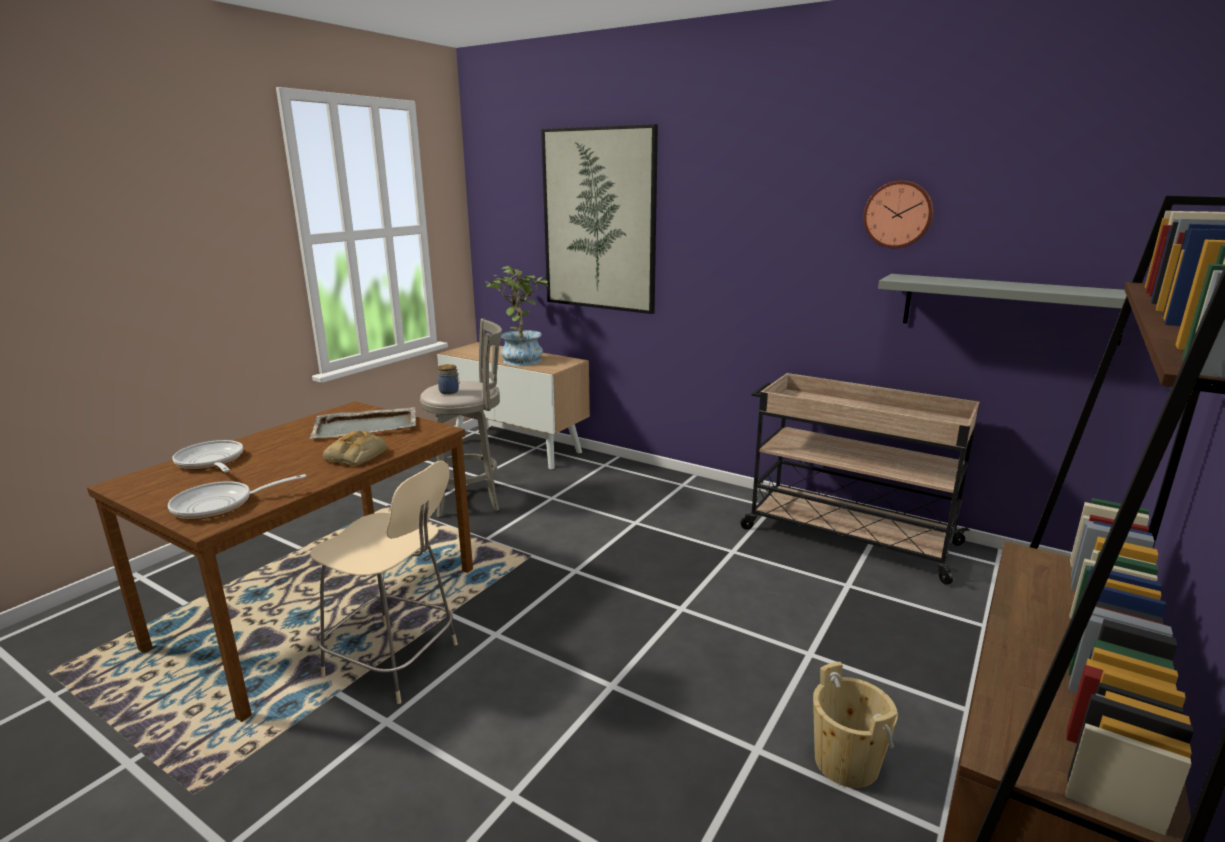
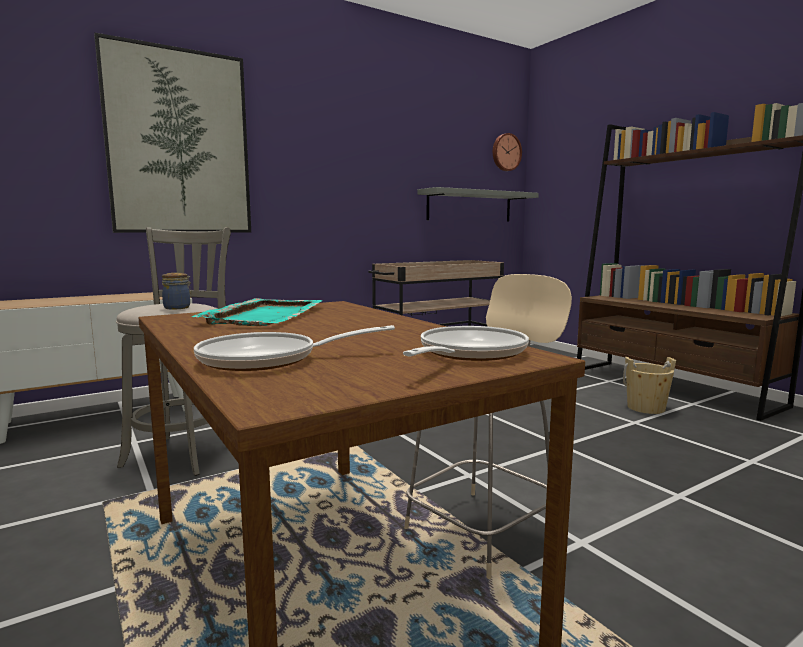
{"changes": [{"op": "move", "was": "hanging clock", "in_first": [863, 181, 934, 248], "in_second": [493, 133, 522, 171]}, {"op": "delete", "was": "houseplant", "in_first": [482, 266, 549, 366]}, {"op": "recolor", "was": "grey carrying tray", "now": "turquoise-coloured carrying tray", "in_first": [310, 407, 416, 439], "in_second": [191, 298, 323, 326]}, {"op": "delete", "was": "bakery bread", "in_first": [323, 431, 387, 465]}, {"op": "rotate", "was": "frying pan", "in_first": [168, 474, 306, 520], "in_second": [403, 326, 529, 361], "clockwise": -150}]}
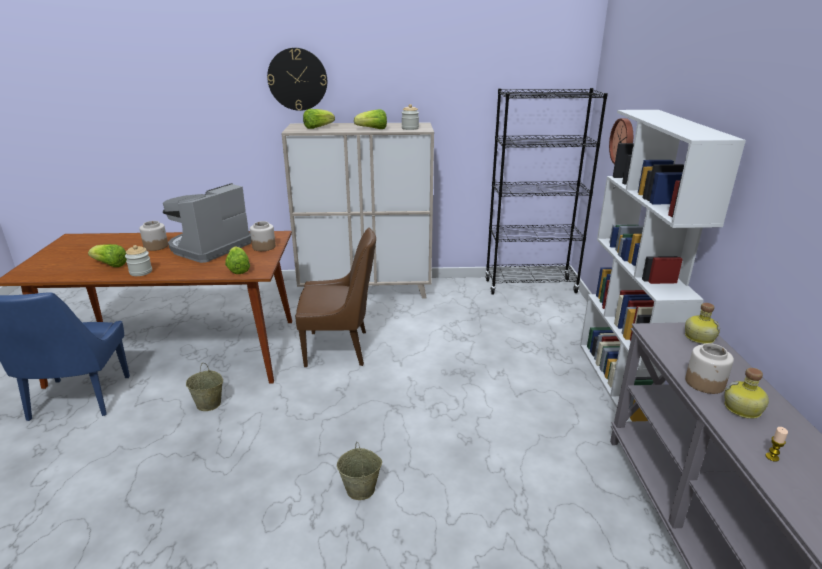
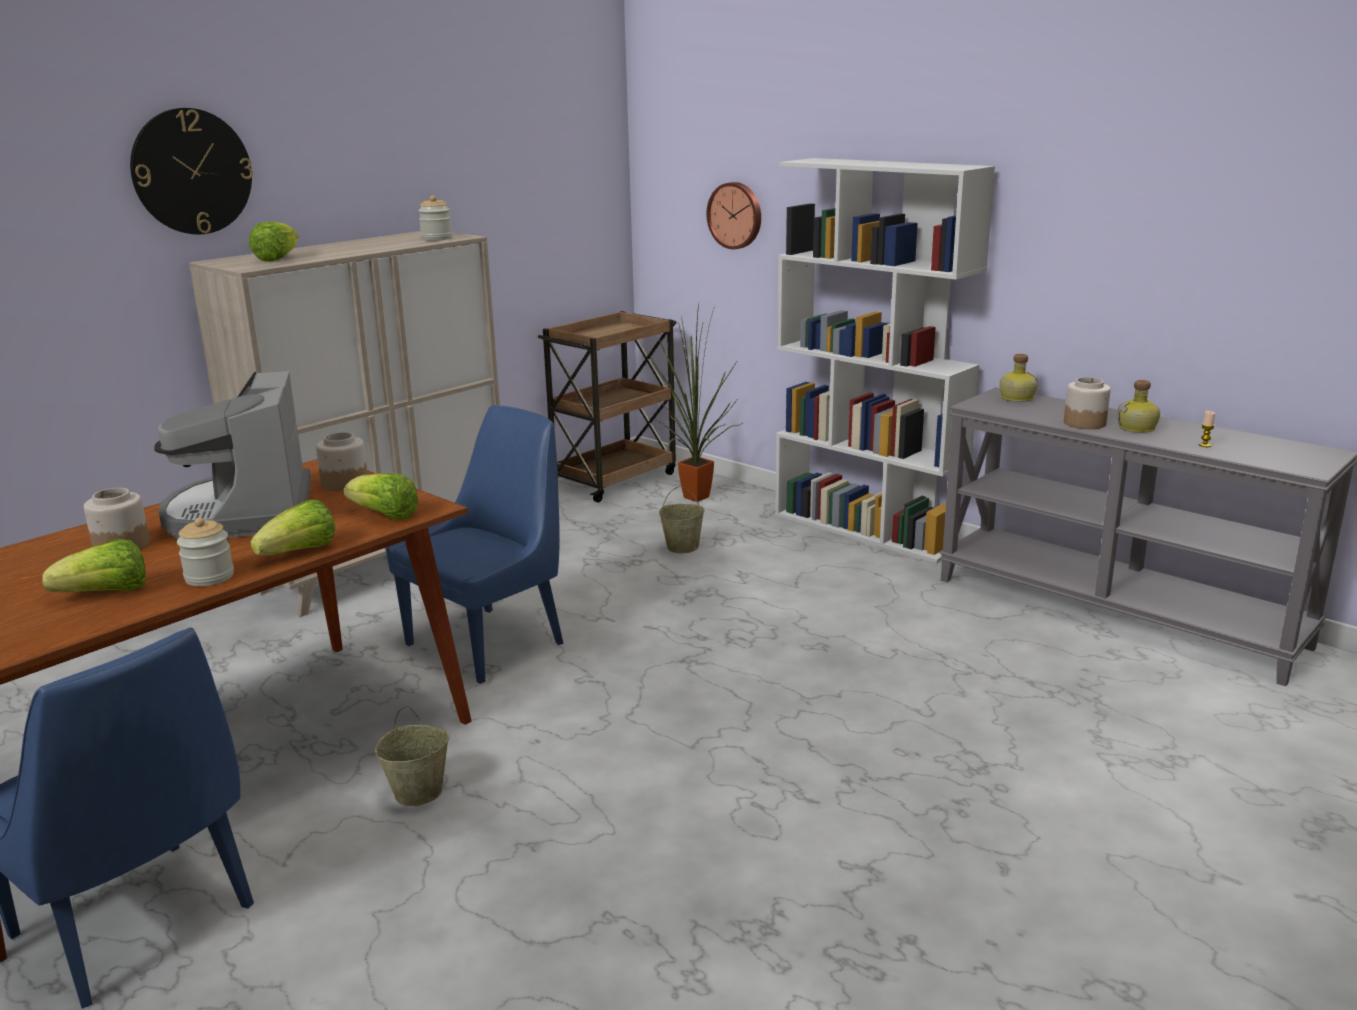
{"changes": [{"op": "replace", "was": "black-coloured bookcase", "now": "brownish cart", "in_first": [485, 88, 608, 295], "in_second": [538, 311, 677, 503]}, {"op": "move", "was": "head of lettuce", "in_first": [354, 109, 387, 129], "in_second": [250, 500, 335, 556]}, {"op": "recolor", "was": "brownish chair", "now": "blue-coloured chair", "in_first": [295, 228, 376, 367], "in_second": [386, 405, 563, 684]}, {"op": "move", "was": "sand-coloured pail", "in_first": [337, 442, 382, 500], "in_second": [659, 485, 705, 554]}, {"op": "insert", "now": "houseplant", "in_second": [641, 303, 743, 502]}]}
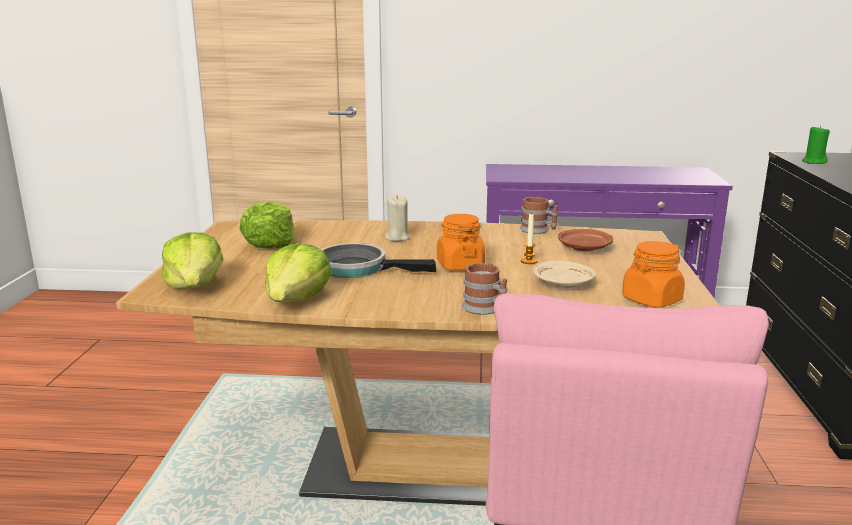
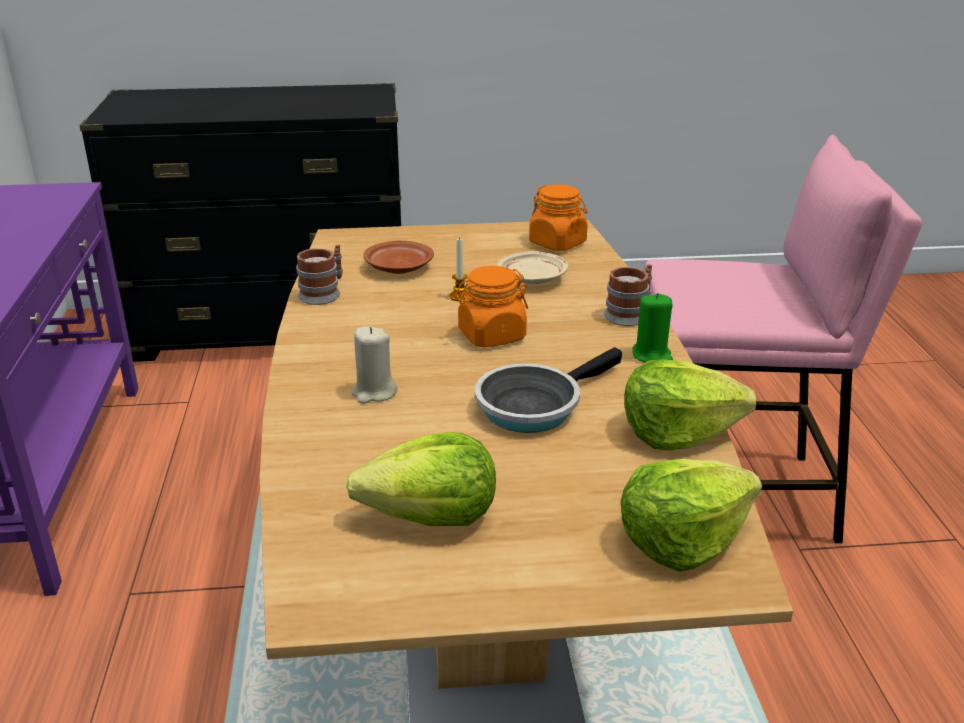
{"changes": [{"op": "move", "was": "greenish candle", "in_first": [802, 125, 830, 164], "in_second": [632, 293, 673, 362]}, {"op": "rotate", "was": "frying pan", "in_first": [321, 243, 436, 278], "in_second": [475, 347, 622, 433], "clockwise": 45}]}
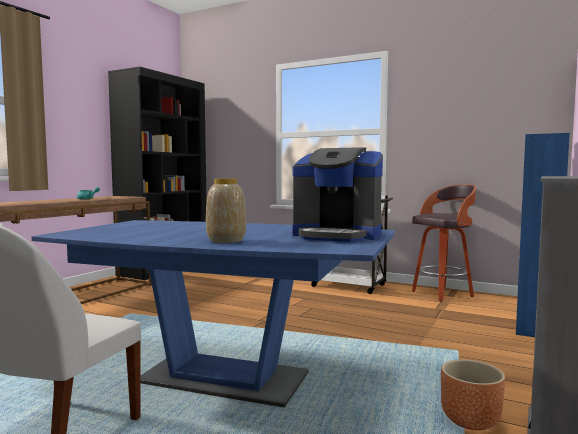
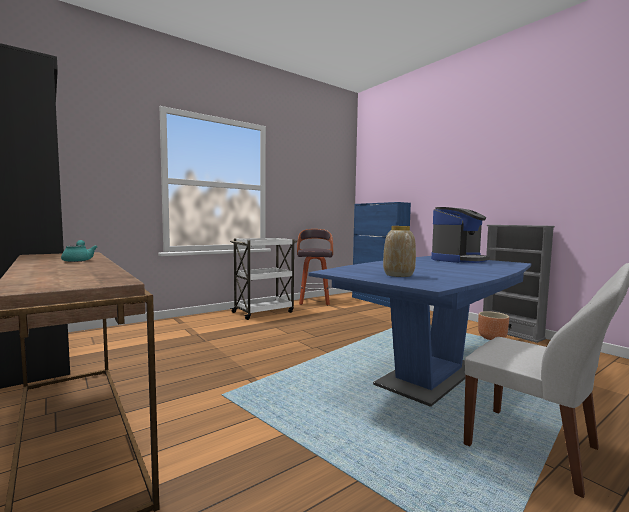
{"changes": [{"op": "move", "was": "decorative vase", "in_first": [206, 179, 246, 243], "in_second": [383, 226, 416, 277]}]}
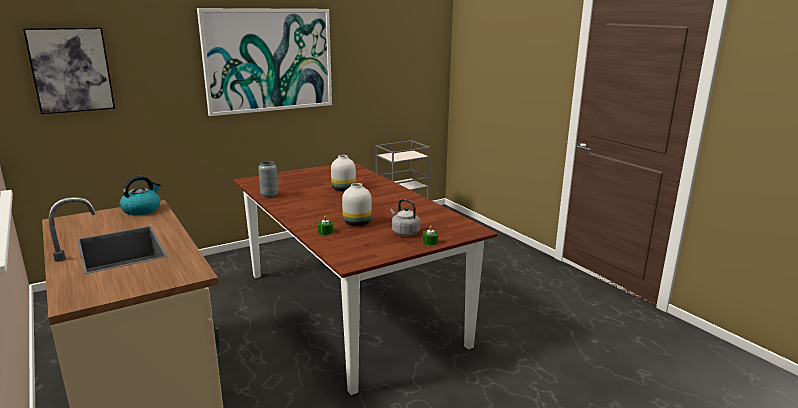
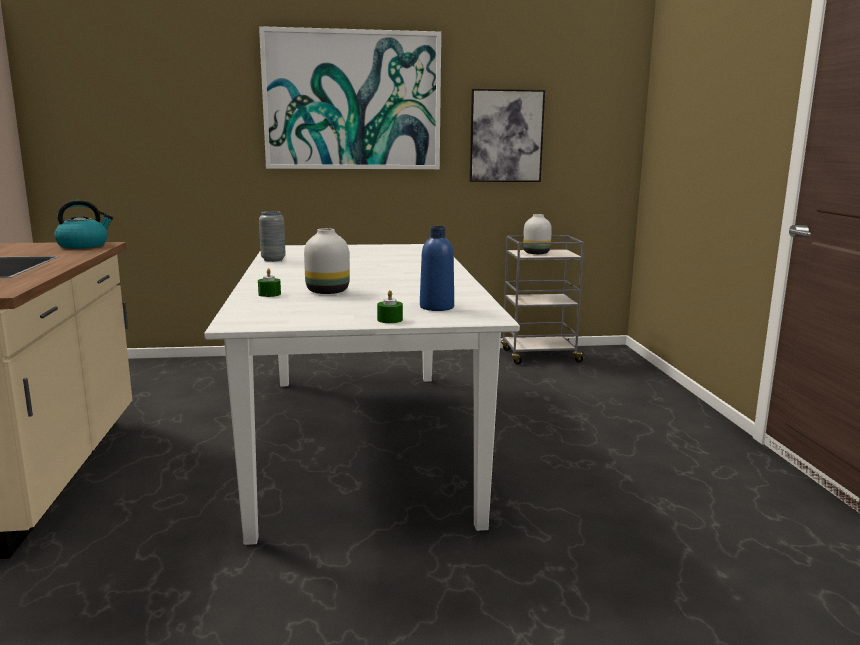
{"changes": [{"op": "move", "was": "picture", "in_first": [23, 27, 115, 114], "in_second": [470, 89, 545, 182]}, {"op": "move", "was": "whitish decorative vase", "in_first": [331, 155, 356, 191], "in_second": [523, 214, 552, 254]}, {"op": "recolor", "was": "brownish dining table", "now": "whitish dining table", "in_first": [233, 162, 497, 395], "in_second": [204, 244, 520, 545]}, {"op": "delete", "was": "grey tea kettle", "in_first": [390, 199, 420, 236]}, {"op": "insert", "now": "blue-coloured bottle", "in_second": [420, 226, 454, 311]}]}
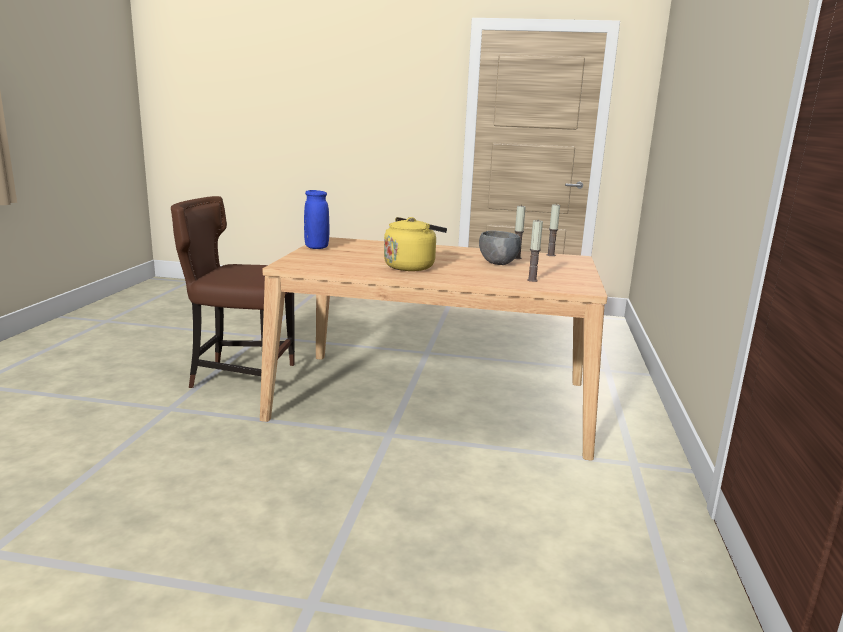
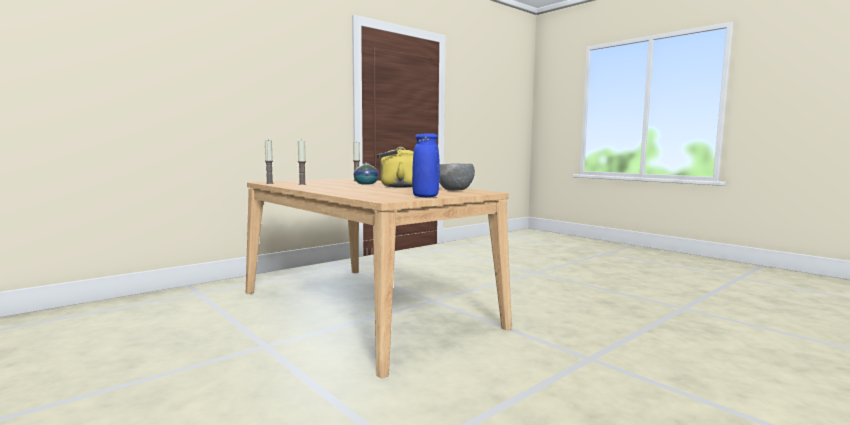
{"changes": [{"op": "delete", "was": "brownish chair", "in_first": [171, 196, 295, 388]}, {"op": "move", "was": "grey deep dish", "in_first": [479, 230, 521, 265], "in_second": [439, 163, 475, 190]}, {"op": "insert", "now": "decorative vase", "in_second": [354, 163, 379, 185]}]}
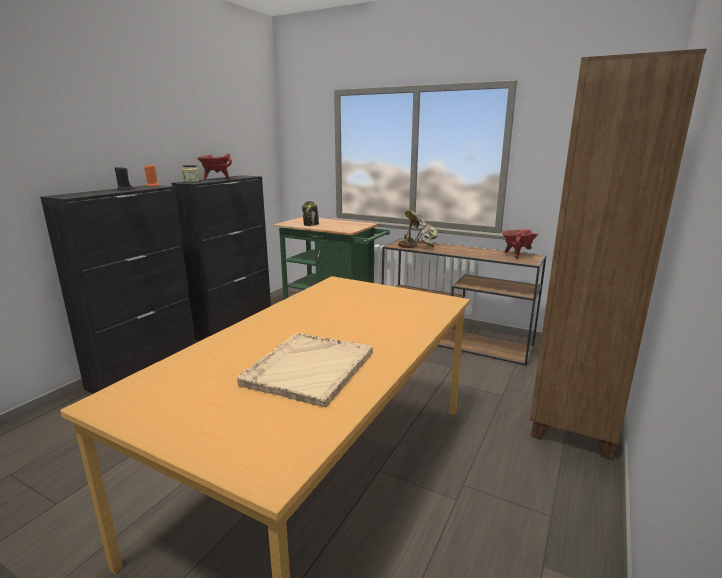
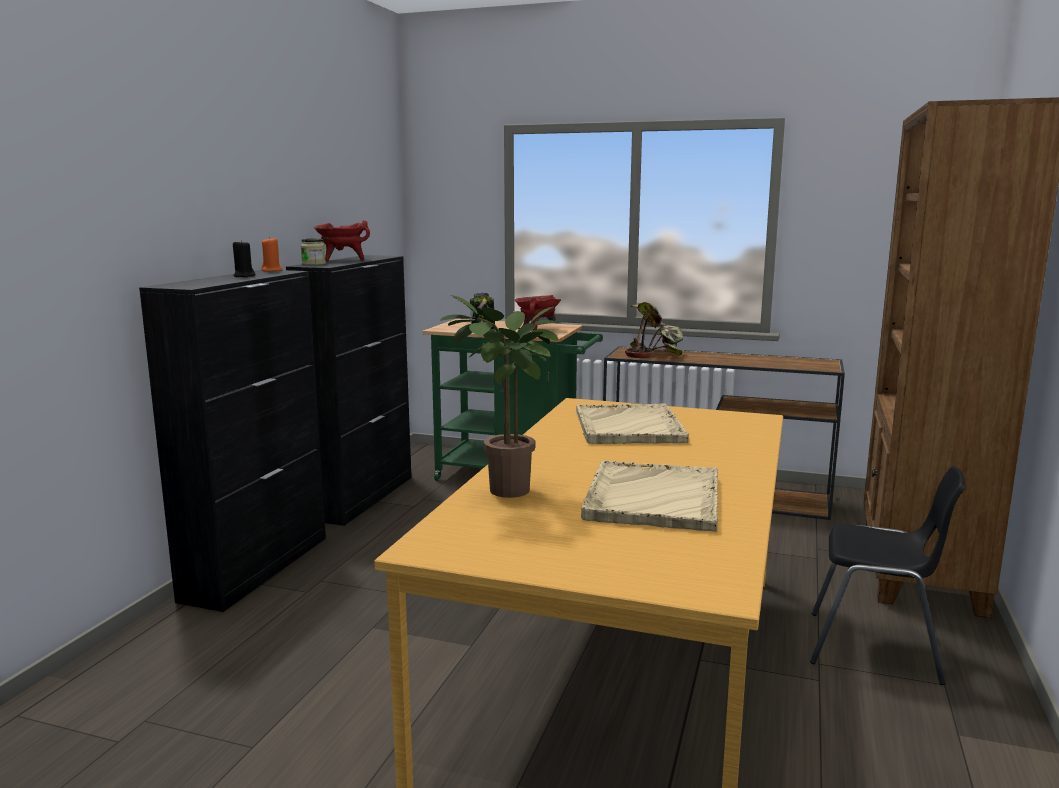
{"changes": [{"op": "move", "was": "reddish saucepot", "in_first": [502, 229, 538, 259], "in_second": [515, 295, 561, 331]}, {"op": "insert", "now": "houseplant", "in_second": [440, 295, 560, 498]}, {"op": "insert", "now": "sand-coloured carrying tray", "in_second": [576, 403, 689, 444]}, {"op": "insert", "now": "black-coloured chair", "in_second": [810, 466, 966, 685]}]}
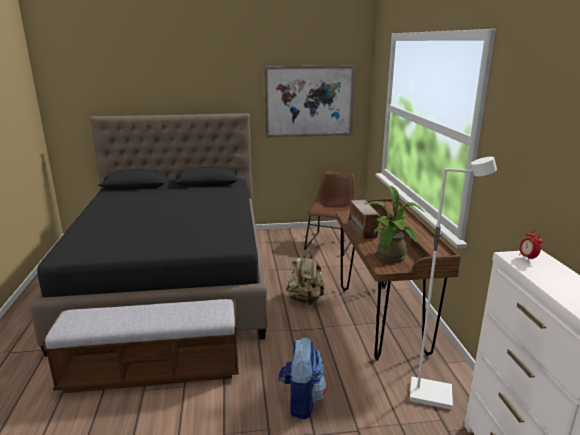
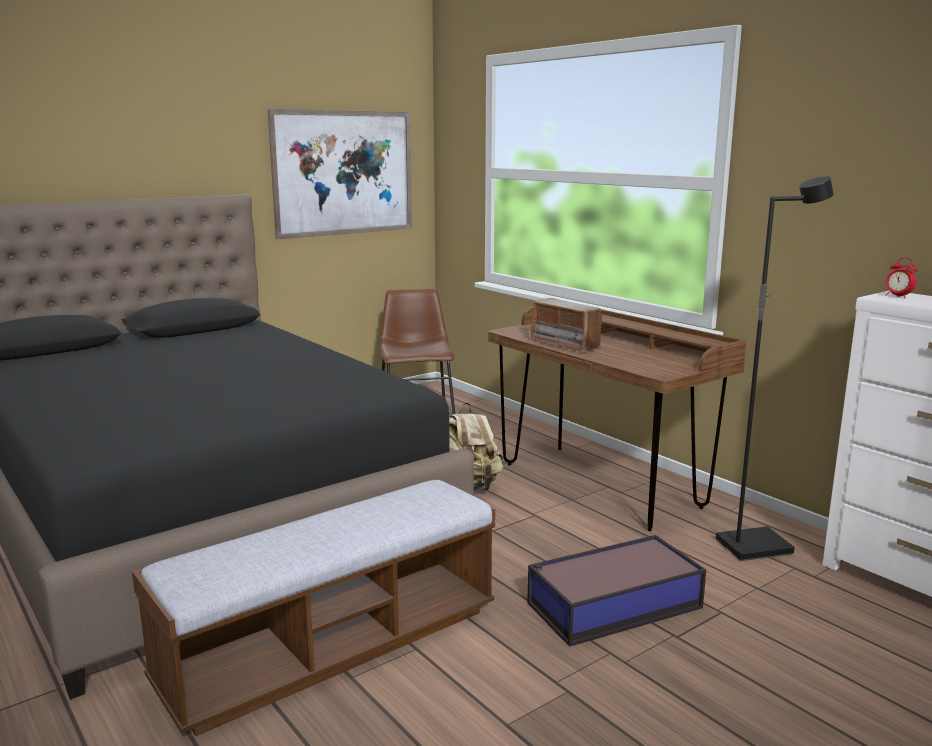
{"changes": [{"op": "recolor", "was": "whitish standing lamp", "now": "black-coloured standing lamp", "in_first": [410, 157, 497, 409], "in_second": [716, 176, 834, 561]}, {"op": "delete", "was": "houseplant", "in_first": [364, 186, 425, 262]}, {"op": "replace", "was": "knapsack", "now": "storage box", "in_first": [278, 338, 327, 419], "in_second": [527, 535, 706, 647]}]}
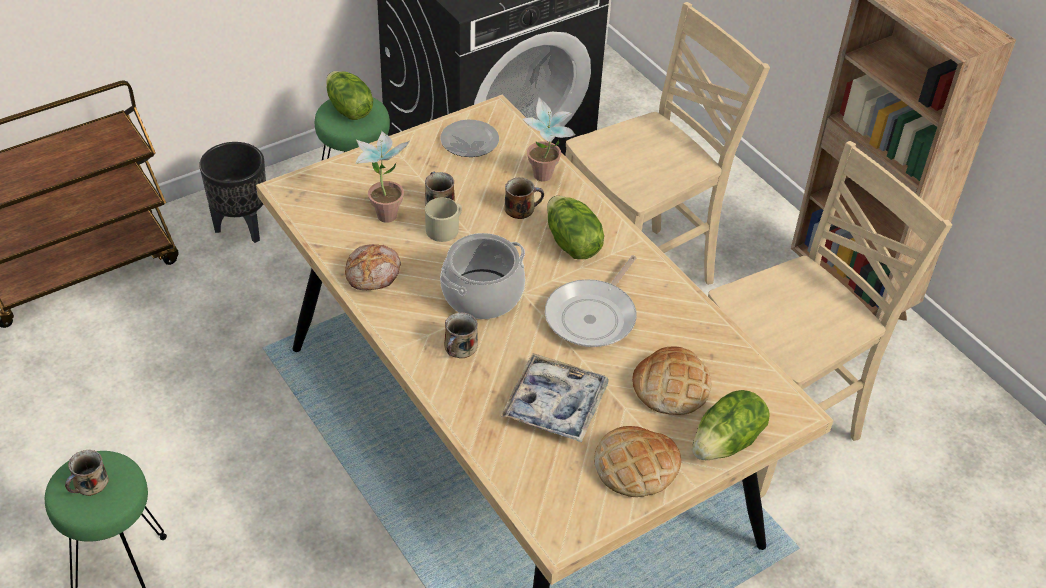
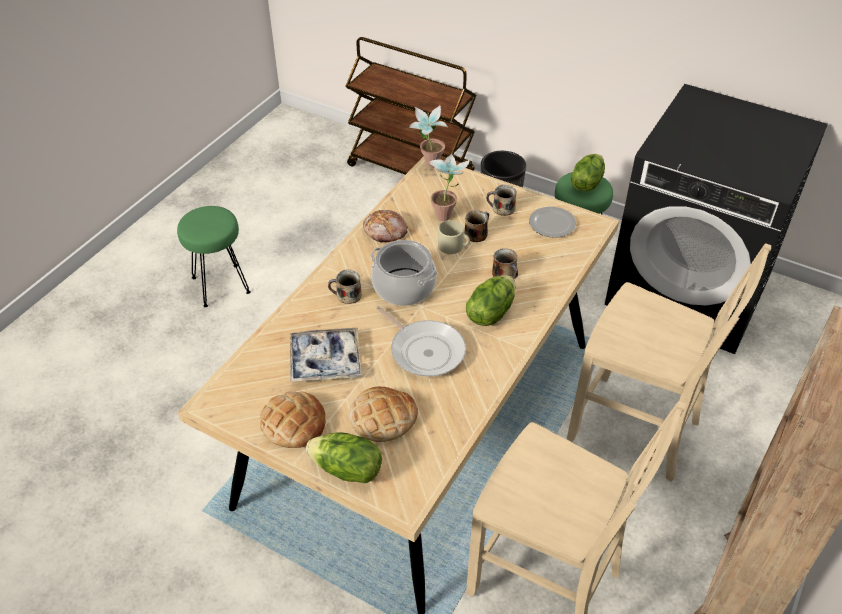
{"changes": [{"op": "move", "was": "houseplant", "in_first": [523, 97, 576, 181], "in_second": [409, 105, 448, 168]}, {"op": "rotate", "was": "frying pan", "in_first": [545, 255, 637, 347], "in_second": [376, 306, 466, 377], "clockwise": -135}, {"op": "move", "was": "coffee mug", "in_first": [65, 450, 109, 496], "in_second": [486, 185, 517, 216]}]}
